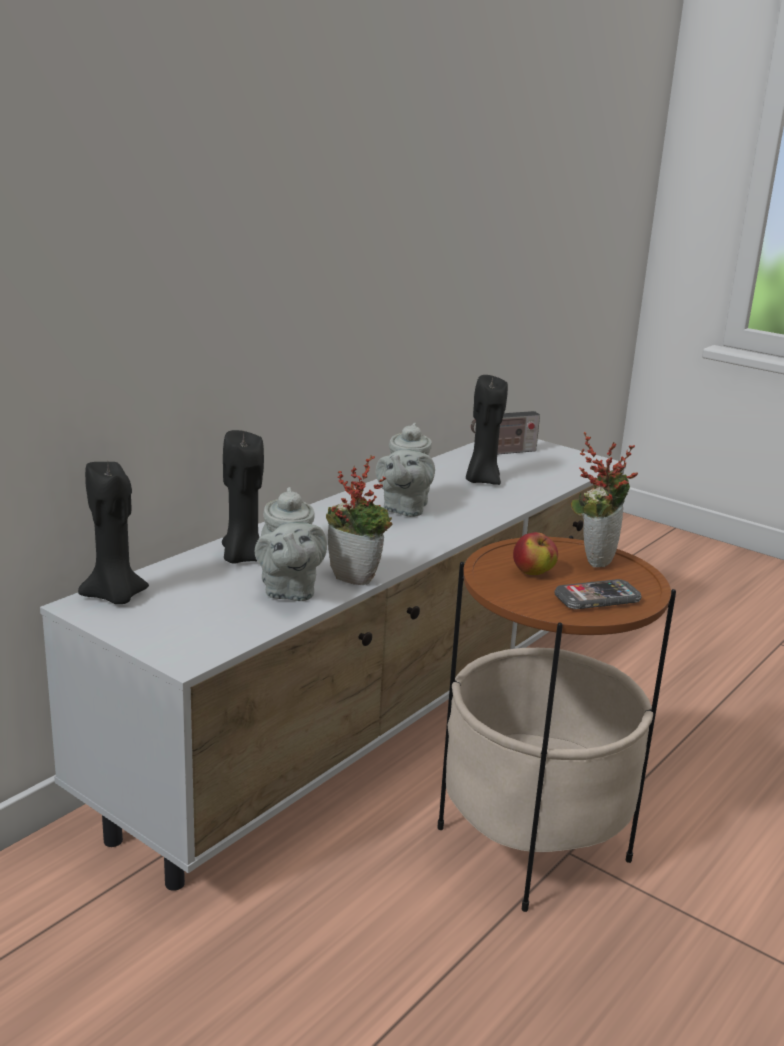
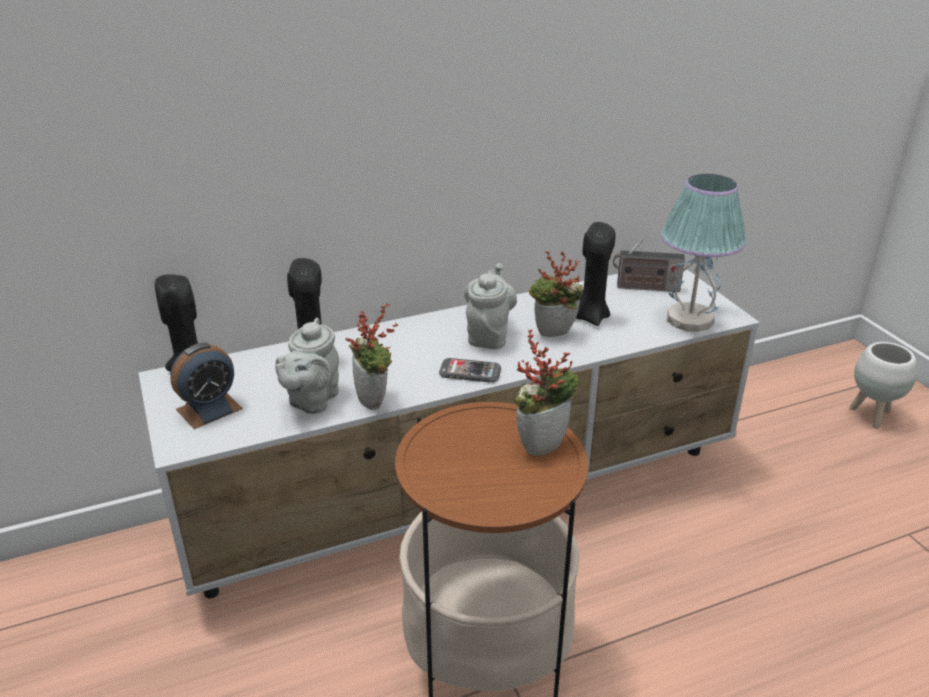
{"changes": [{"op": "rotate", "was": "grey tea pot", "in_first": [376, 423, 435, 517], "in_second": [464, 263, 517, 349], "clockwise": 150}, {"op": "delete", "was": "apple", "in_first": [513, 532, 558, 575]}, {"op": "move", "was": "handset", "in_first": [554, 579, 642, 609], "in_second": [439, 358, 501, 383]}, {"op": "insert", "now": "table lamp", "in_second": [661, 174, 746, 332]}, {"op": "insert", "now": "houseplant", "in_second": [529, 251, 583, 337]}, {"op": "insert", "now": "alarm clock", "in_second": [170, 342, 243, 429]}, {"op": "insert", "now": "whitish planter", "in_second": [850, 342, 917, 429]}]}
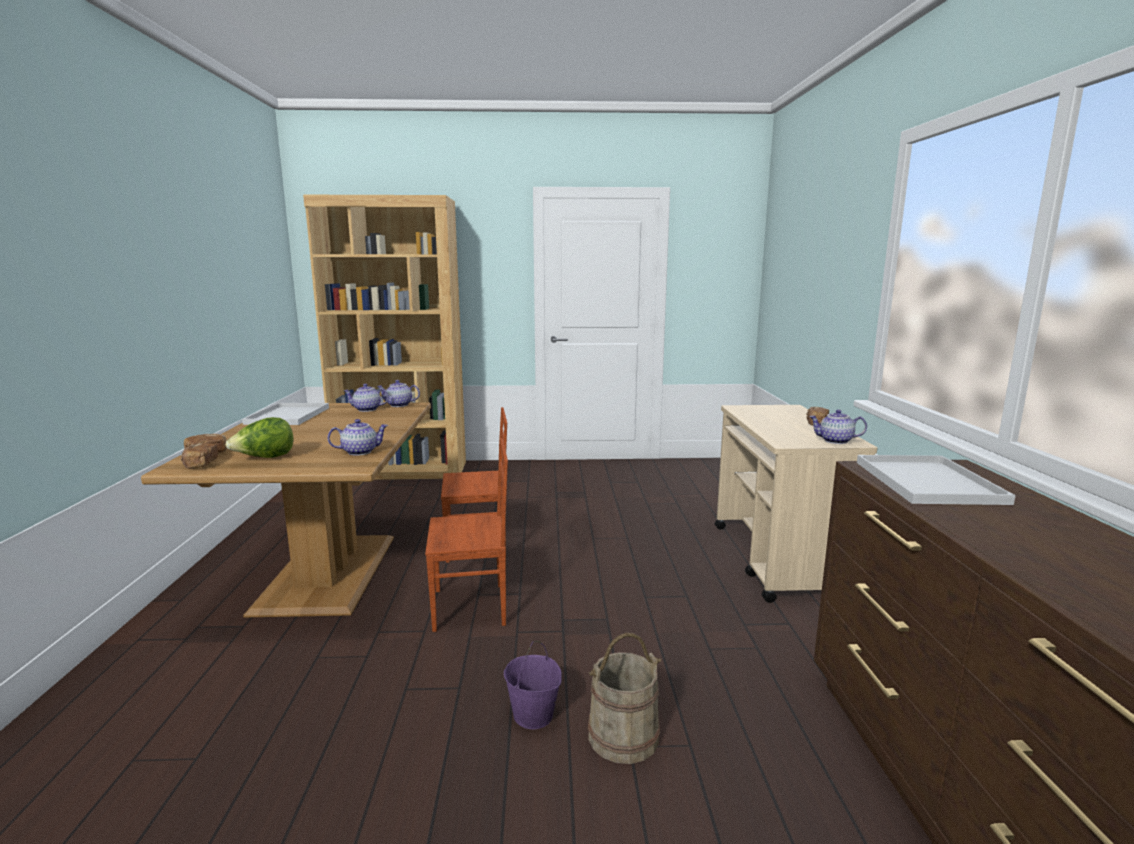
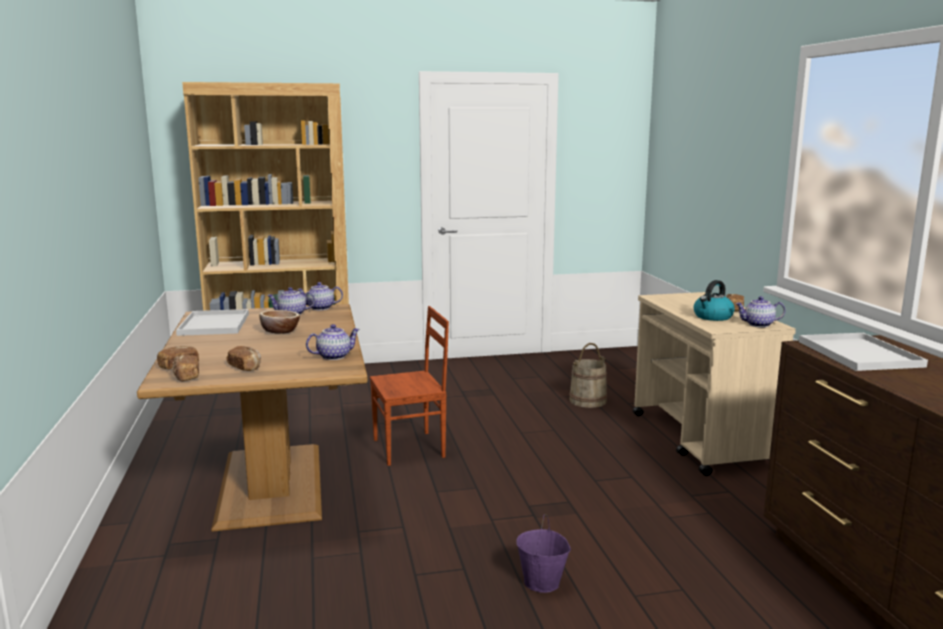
{"changes": [{"op": "replace", "was": "head of lettuce", "now": "bakery bread", "in_first": [226, 417, 294, 458], "in_second": [227, 346, 261, 371]}, {"op": "delete", "was": "brownish chair", "in_first": [425, 438, 508, 632]}, {"op": "move", "was": "sand-coloured pail", "in_first": [588, 633, 661, 764], "in_second": [569, 343, 607, 408]}, {"op": "insert", "now": "tea kettle", "in_second": [694, 280, 735, 321]}, {"op": "insert", "now": "deep dish", "in_second": [259, 310, 300, 334]}]}
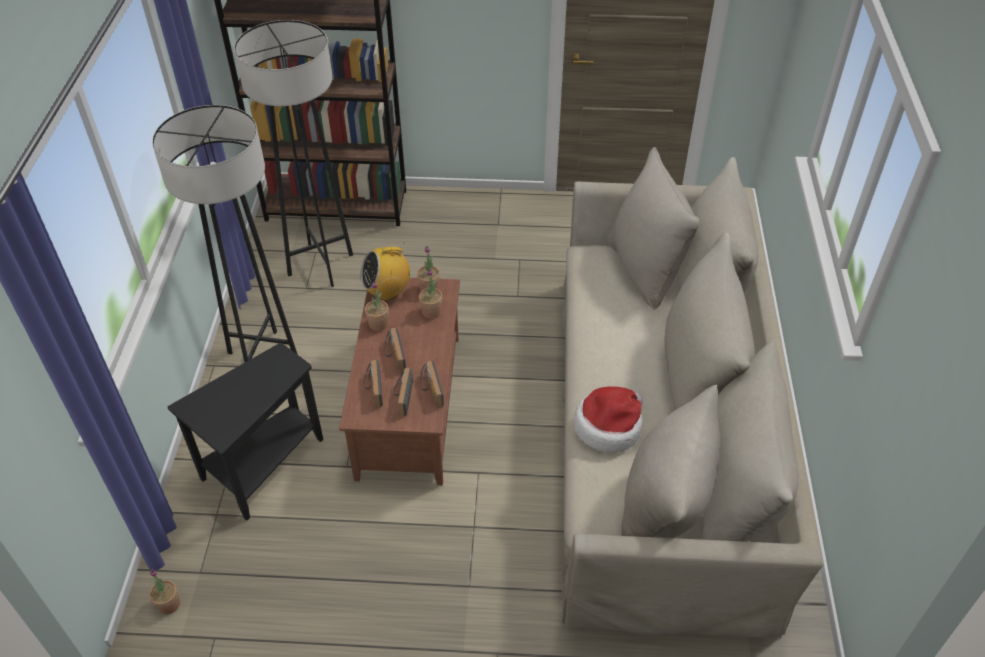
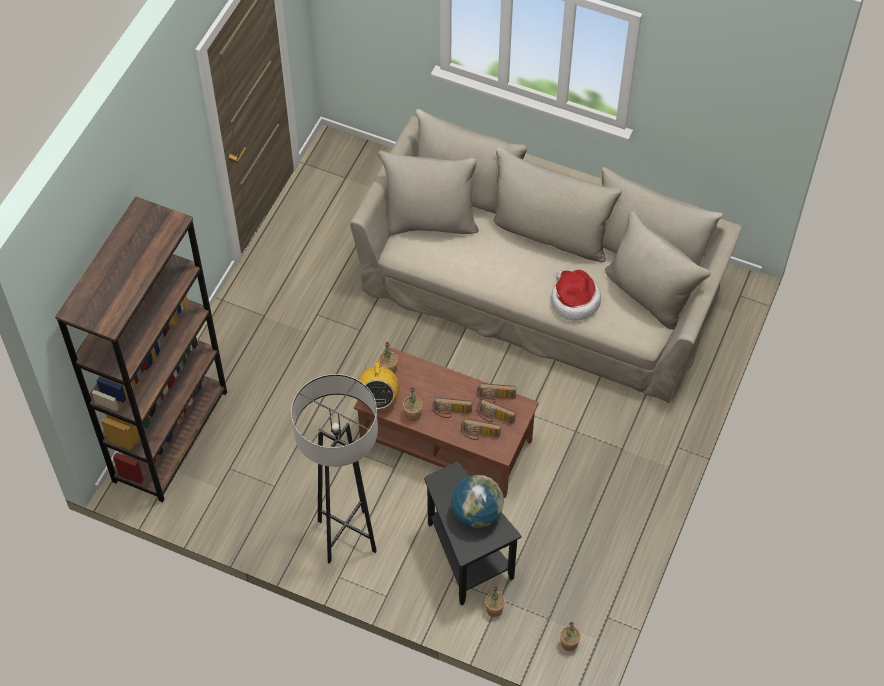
{"changes": [{"op": "delete", "was": "grey standing lamp", "in_first": [234, 20, 353, 287]}, {"op": "move", "was": "houseplant", "in_first": [419, 269, 442, 319], "in_second": [485, 586, 505, 617]}, {"op": "insert", "now": "globe", "in_second": [451, 475, 504, 528]}]}
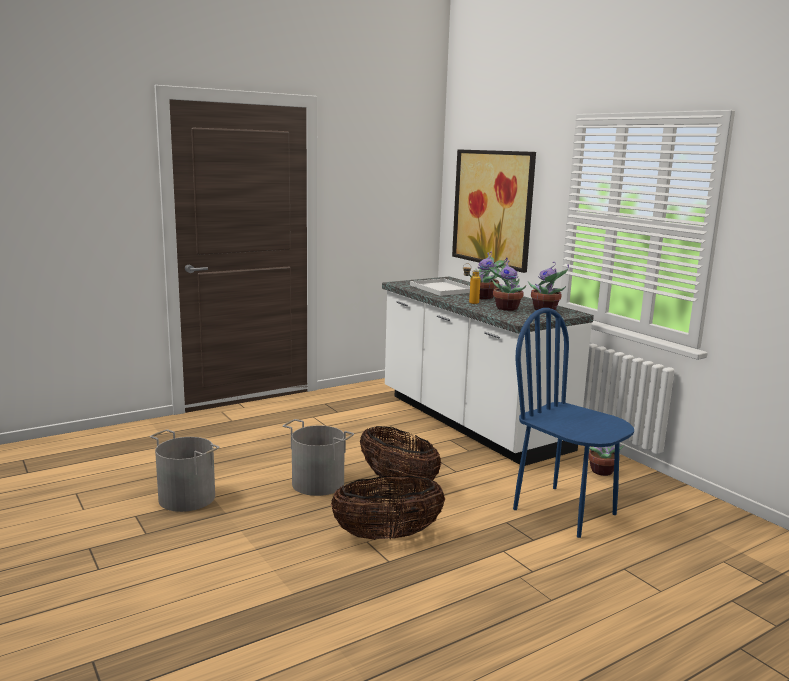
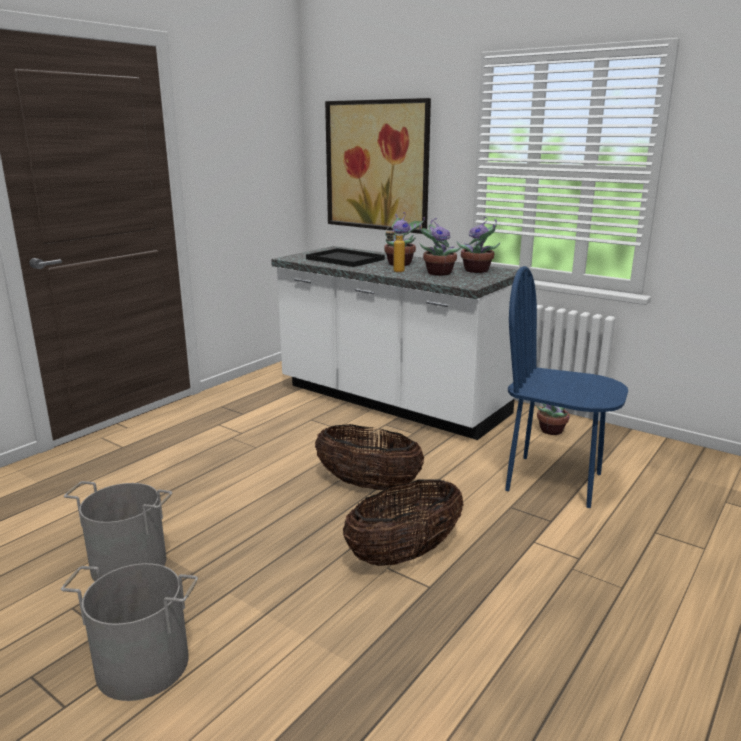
{"changes": [{"op": "recolor", "was": "whitish carrying tray", "now": "black-coloured carrying tray", "in_first": [410, 279, 470, 296], "in_second": [306, 248, 385, 267]}, {"op": "move", "was": "grey pail", "in_first": [283, 419, 354, 496], "in_second": [61, 563, 198, 701]}]}
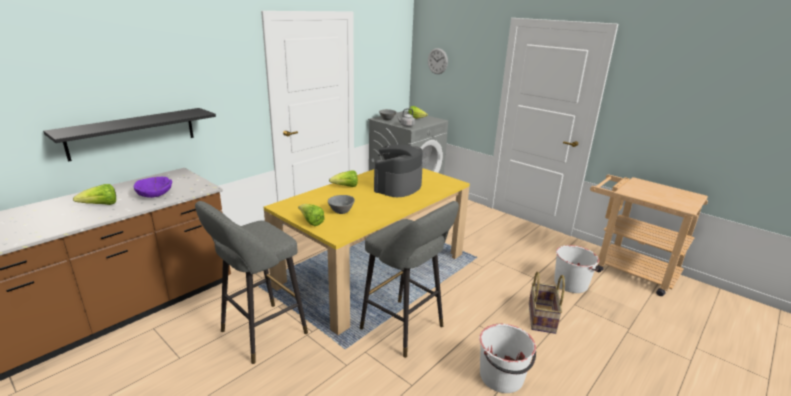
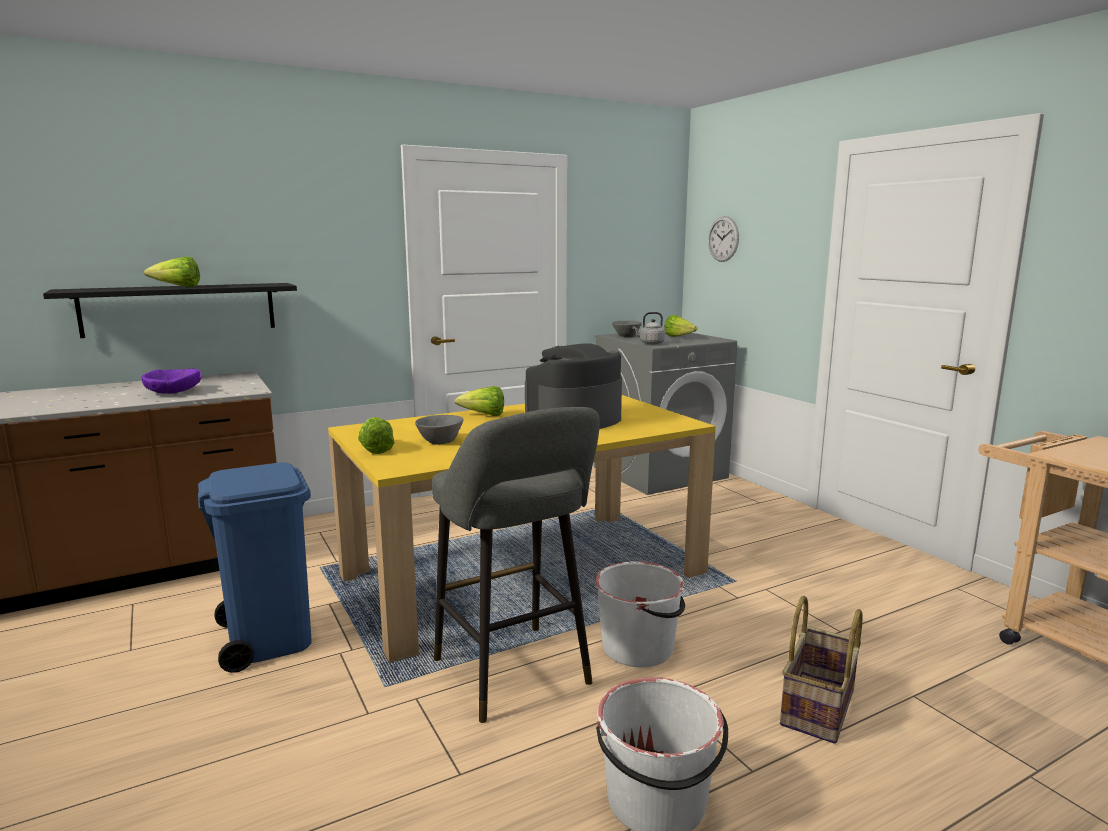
{"changes": [{"op": "move", "was": "head of lettuce", "in_first": [73, 184, 116, 205], "in_second": [144, 256, 200, 287]}, {"op": "replace", "was": "grey stool seat", "now": "blue-coloured rubbish bin", "in_first": [195, 201, 308, 364], "in_second": [198, 462, 312, 673]}, {"op": "move", "was": "whitish pail", "in_first": [554, 245, 599, 293], "in_second": [595, 561, 685, 667]}]}
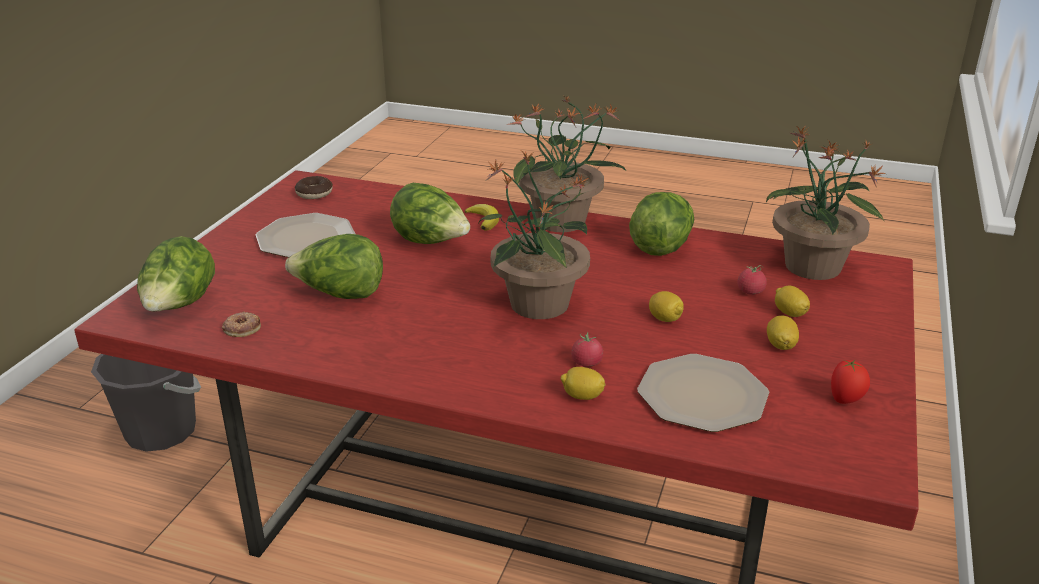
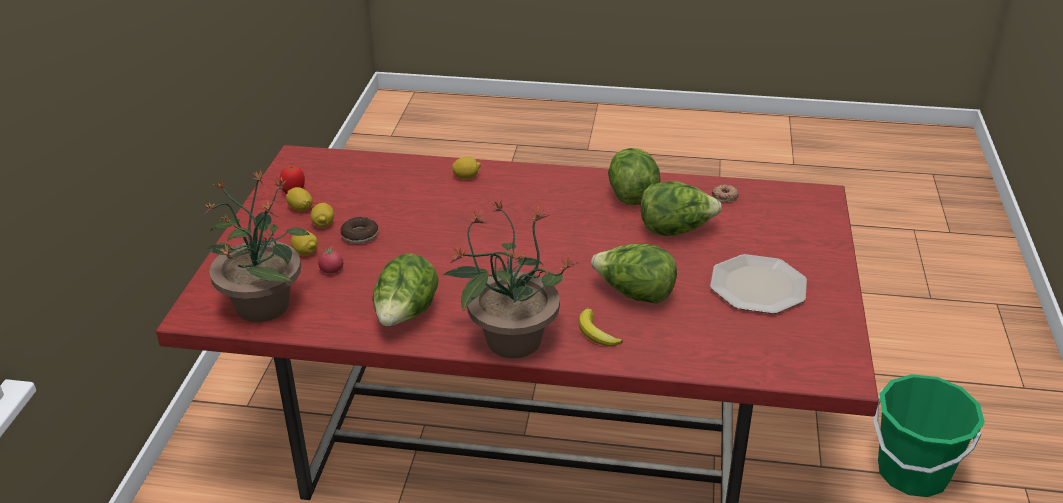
{"changes": [{"op": "delete", "was": "houseplant", "in_first": [478, 149, 590, 319]}, {"op": "move", "was": "doughnut", "in_first": [295, 176, 333, 199], "in_second": [340, 217, 378, 244]}, {"op": "move", "was": "head of lettuce", "in_first": [137, 236, 215, 312], "in_second": [608, 148, 661, 205]}, {"op": "move", "was": "lemon", "in_first": [649, 291, 684, 322], "in_second": [286, 187, 313, 211]}, {"op": "delete", "was": "fresh tomato", "in_first": [571, 332, 603, 367]}, {"op": "recolor", "was": "grey pail", "now": "greenish pail", "in_first": [91, 354, 201, 452], "in_second": [874, 374, 985, 497]}, {"op": "delete", "was": "flat dish", "in_first": [637, 354, 769, 432]}]}
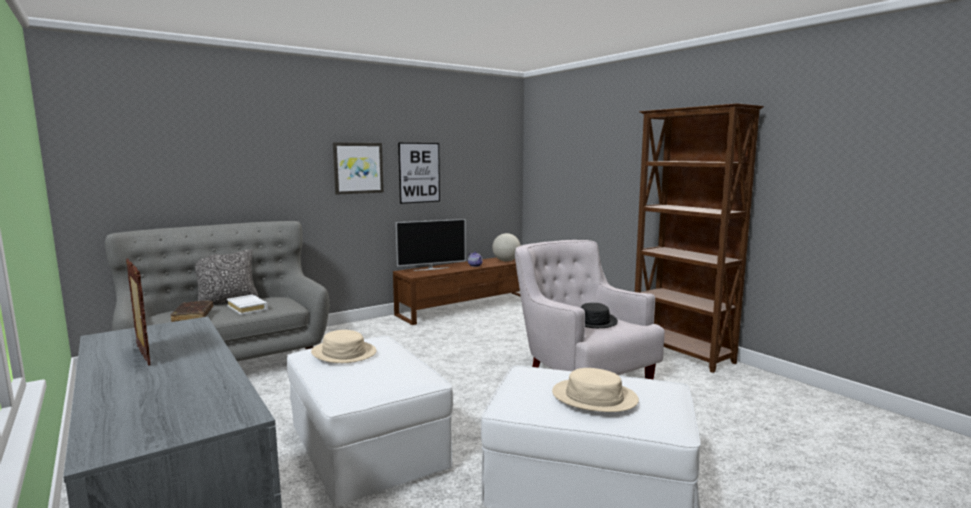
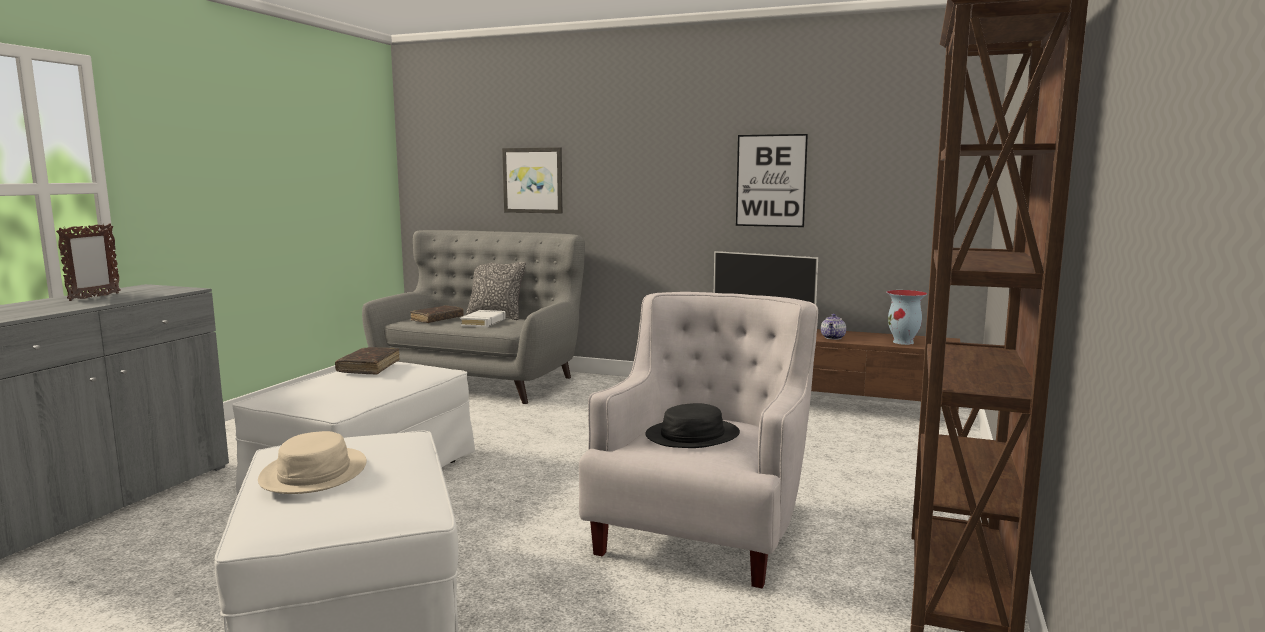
{"changes": [{"op": "move", "was": "picture", "in_first": [333, 142, 384, 195], "in_second": [502, 147, 563, 213]}, {"op": "replace", "was": "globe", "now": "decorative vase", "in_first": [492, 233, 520, 262], "in_second": [886, 290, 927, 345]}, {"op": "replace", "was": "sand-coloured hat", "now": "brownish book", "in_first": [311, 330, 377, 363], "in_second": [335, 347, 400, 375]}]}
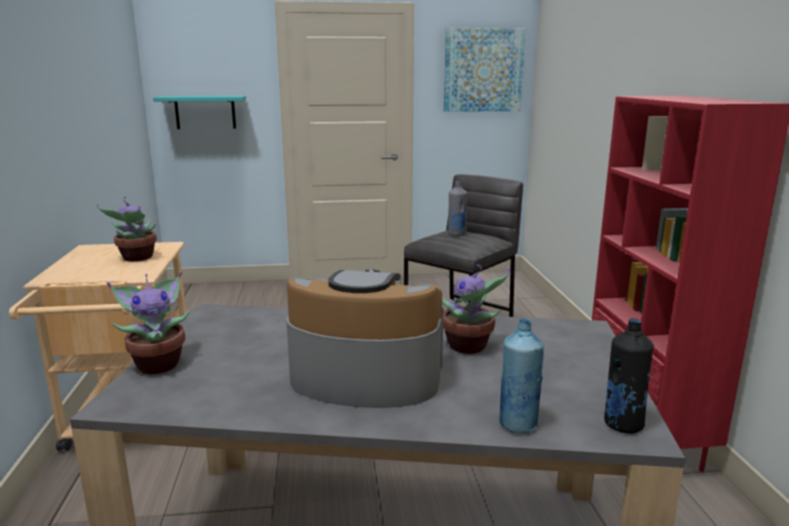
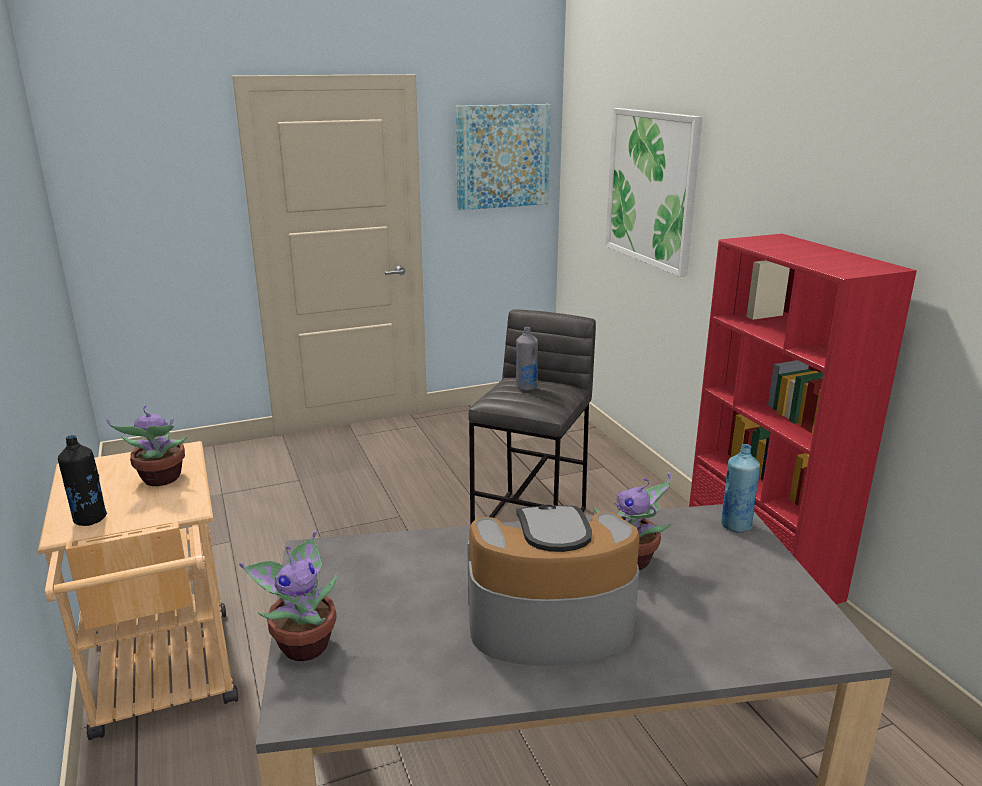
{"changes": [{"op": "delete", "was": "turquoise-coloured bracket shelf", "in_first": [153, 96, 246, 129]}, {"op": "move", "was": "blue-coloured bottle", "in_first": [499, 318, 544, 434], "in_second": [721, 444, 760, 533]}, {"op": "move", "was": "black-coloured bottle", "in_first": [604, 319, 654, 434], "in_second": [58, 435, 107, 526]}, {"op": "insert", "now": "picture", "in_second": [605, 108, 703, 277]}]}
